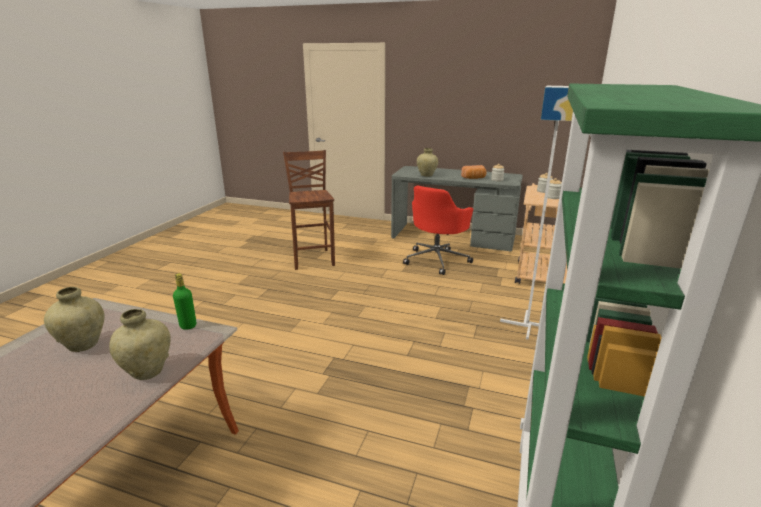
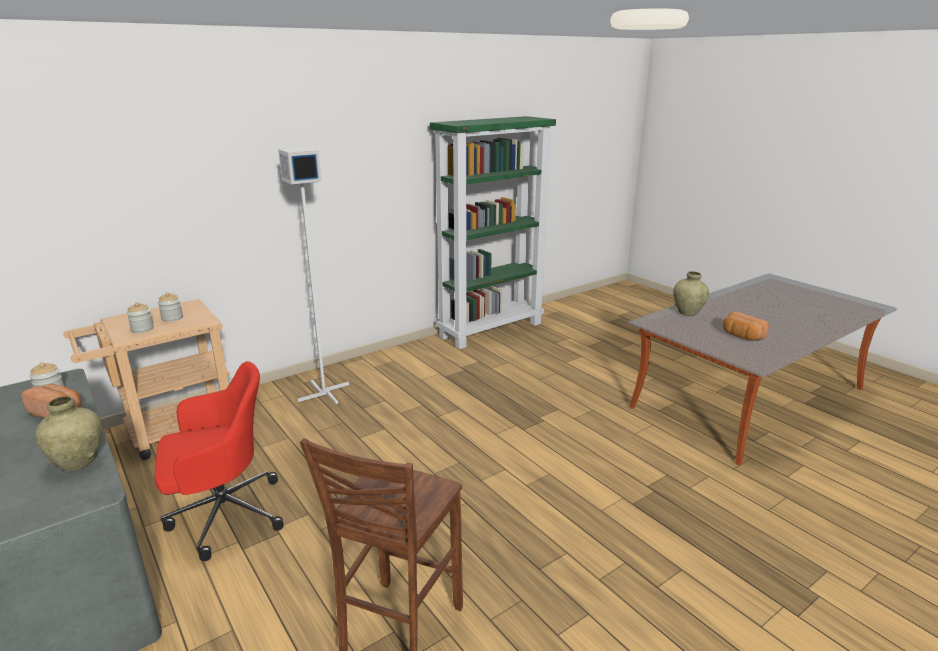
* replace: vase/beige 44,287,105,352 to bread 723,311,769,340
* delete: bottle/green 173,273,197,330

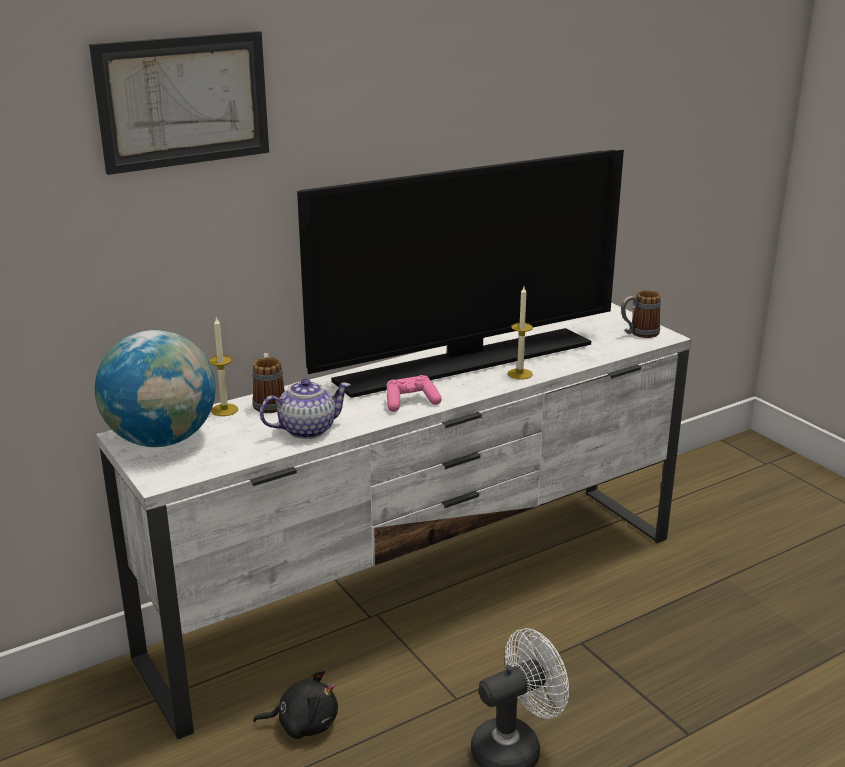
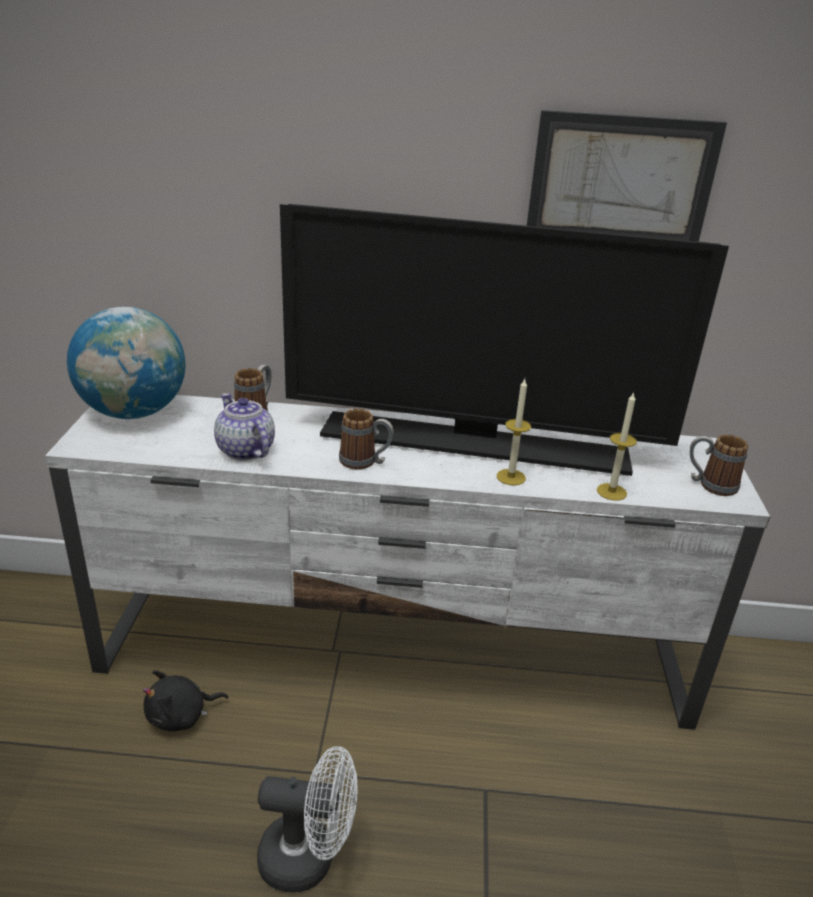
* move: picture 89,31,269,175 to 527,110,727,242
* move: candle 209,316,238,416 to 597,392,637,500
* rotate: plush toy/black 253,670,338,739 = 143,670,228,731 120 degrees clockwise
* rotate: teapot 260,379,351,439 = 214,393,275,460 135 degrees counterclockwise
* replace: game controller/pink 387,375,442,412 to mug 339,408,394,470

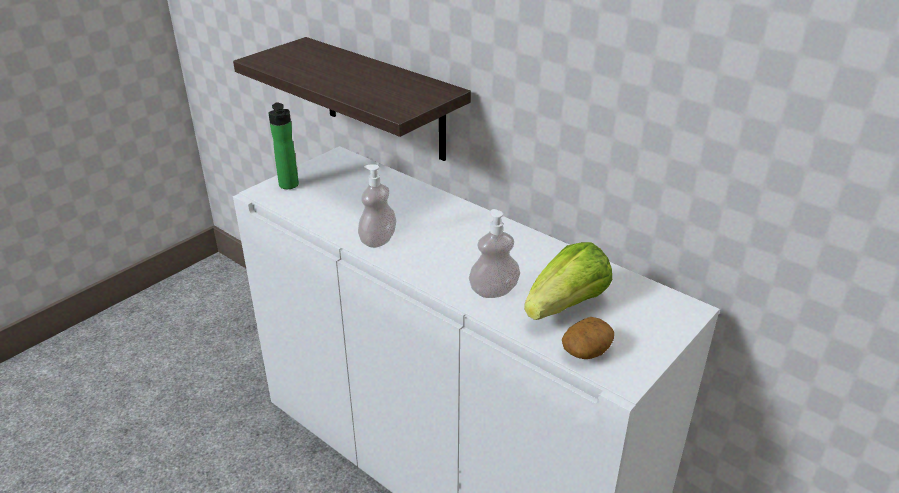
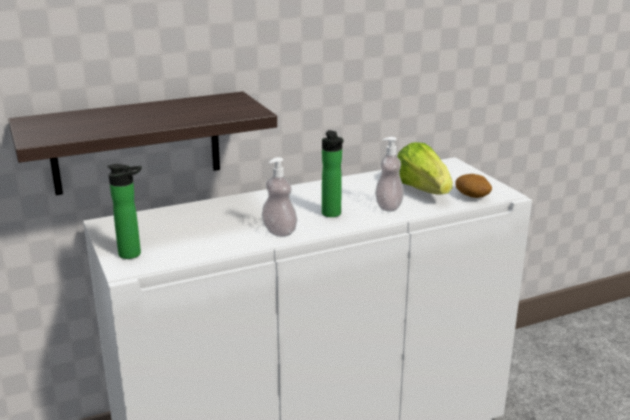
* insert: bottle 322,130,344,217

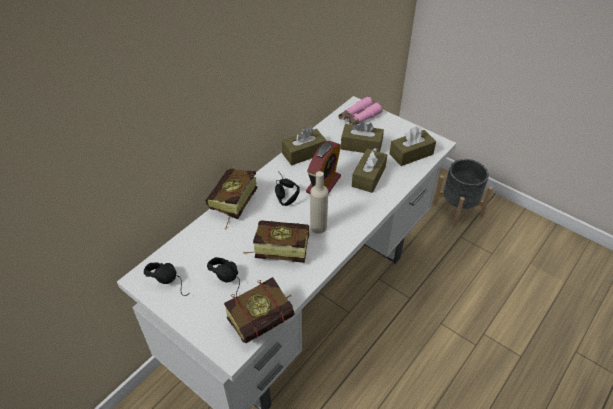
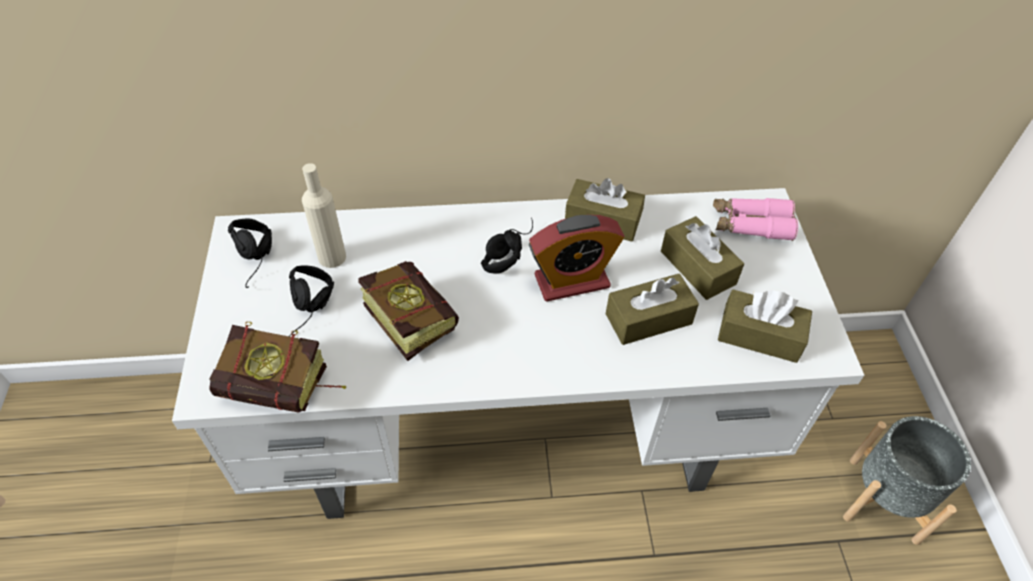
* delete: book 206,169,257,229
* move: bottle/beige 310,171,328,234 to 302,163,346,268

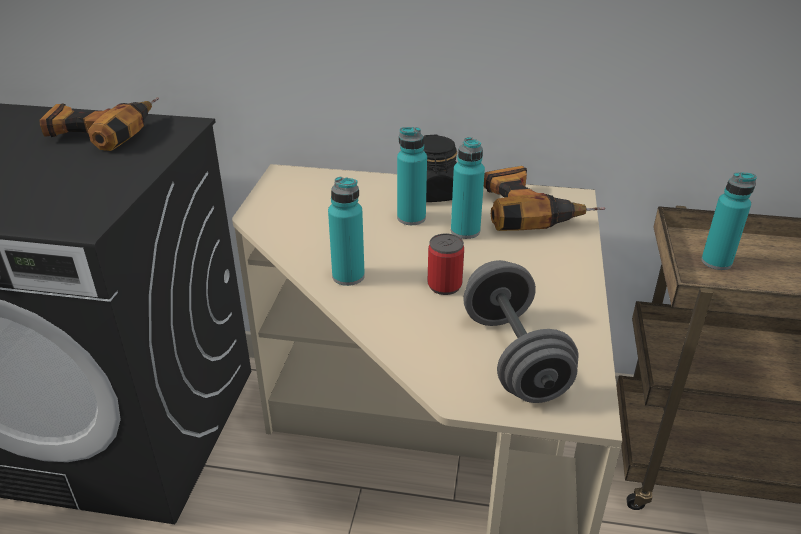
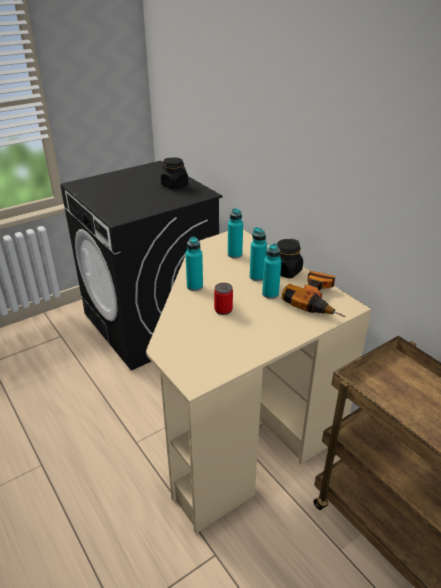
* replace: power drill 39,97,159,151 to jar/black 161,158,188,189
* delete: dumbbell/grey 463,260,579,403
* move: bottle/turquoise 701,172,757,270 to 228,208,243,258

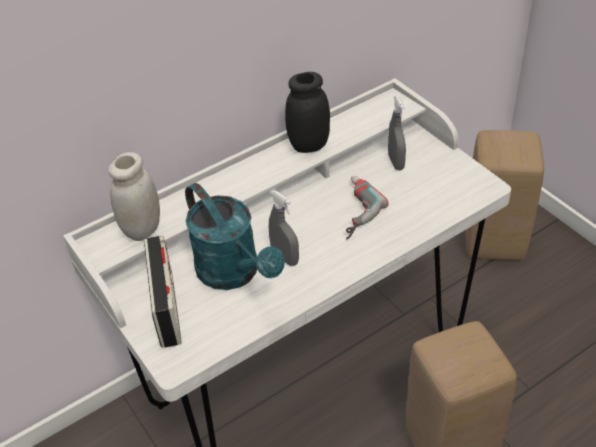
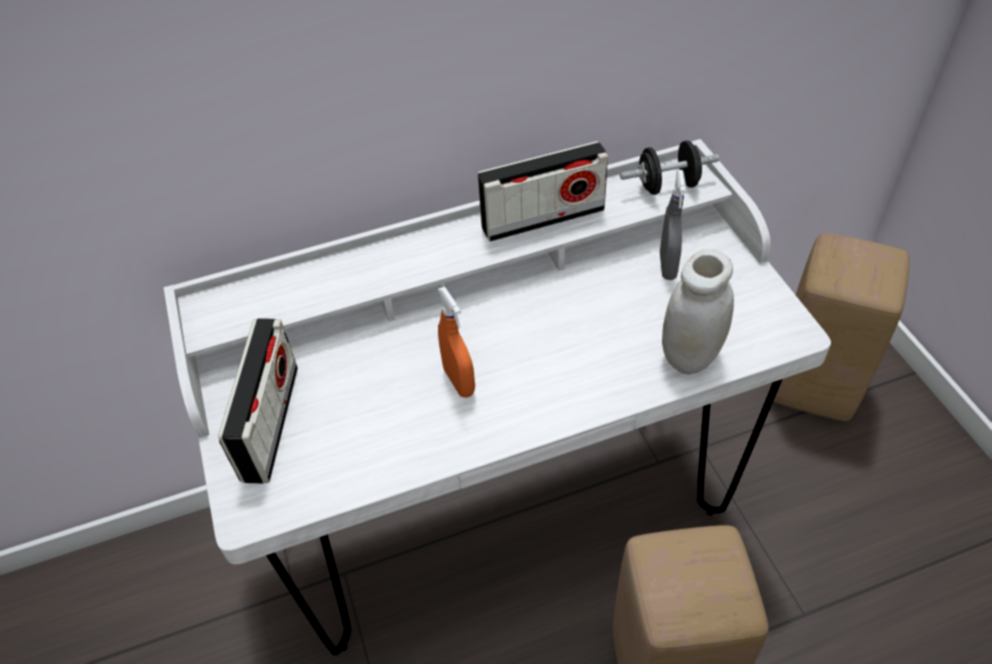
* move: jar/white 108,152,160,241 to 662,249,734,375
* delete: watering can/turquoise 185,183,285,290
* recolor: spray bottle/grey 269,190,299,266 to spray bottle/orange 438,287,475,398
* replace: jar/black 285,72,330,153 to radio 478,141,608,242
* delete: power drill 346,176,388,240
* insert: dumbbell/black 620,140,719,195

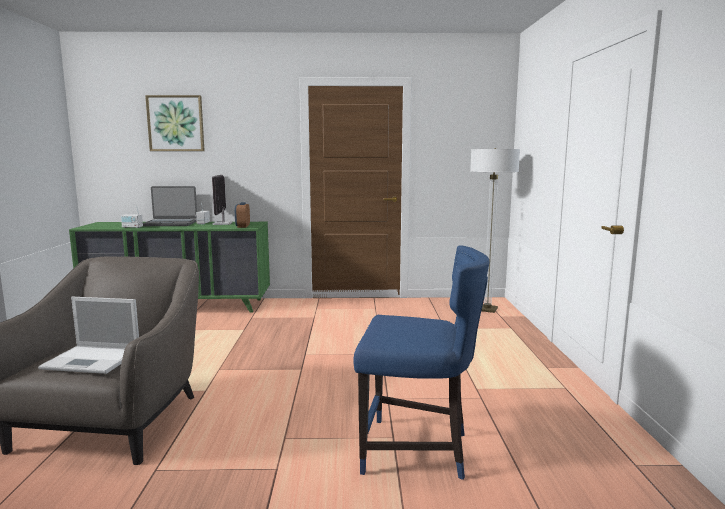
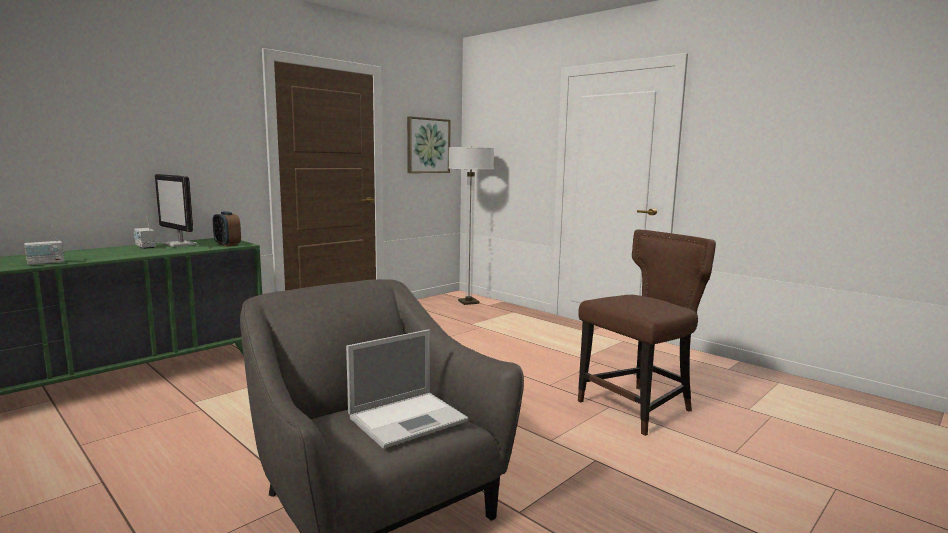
* delete: laptop 143,186,197,226
* move: picture 145,95,205,151 to 407,116,451,173
* recolor: chair/blue 353,245,489,480 to chair/brown 578,230,716,436

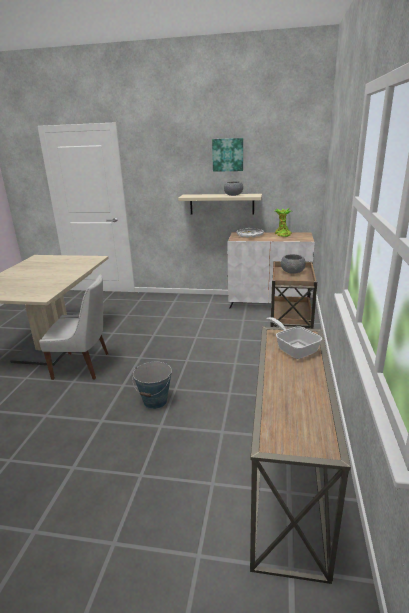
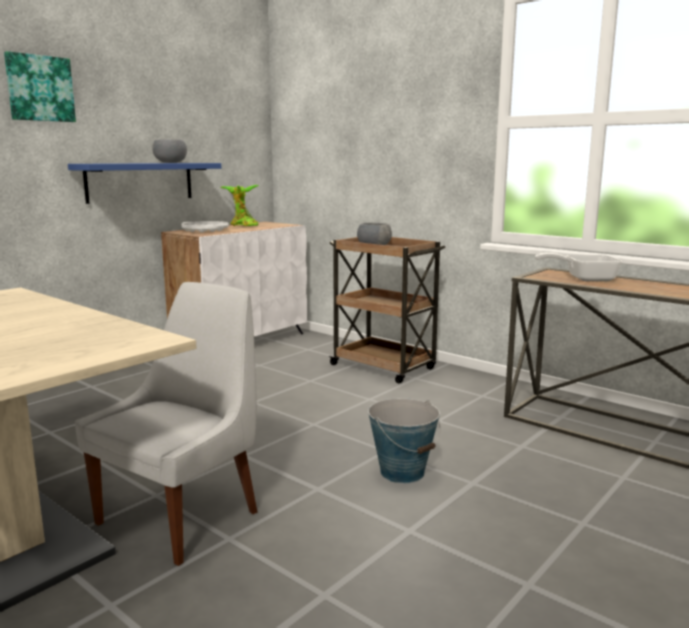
* recolor: shelf/beige 178,194,262,215 to shelf/blue 68,163,221,204
* move: picture 212,138,243,172 to 4,51,76,122

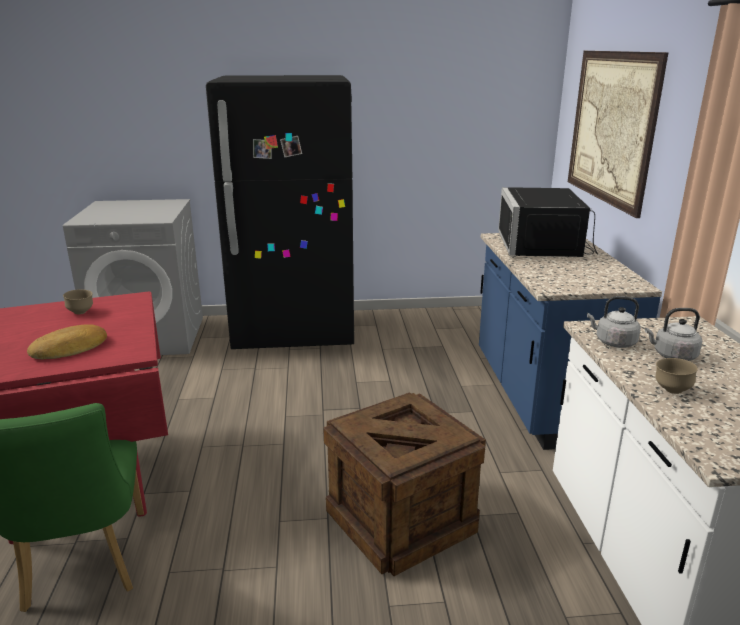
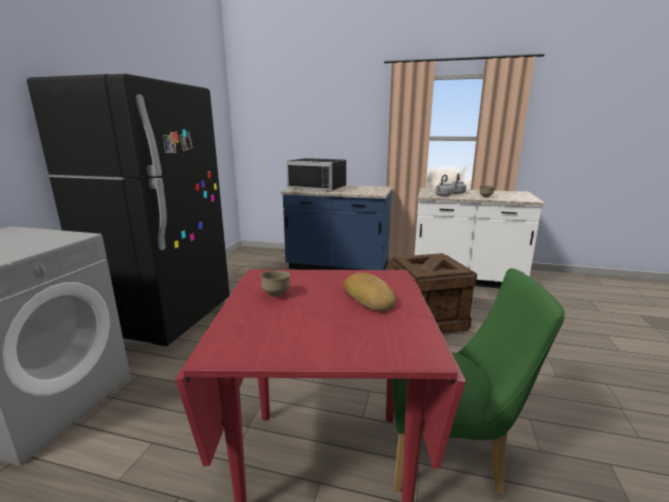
* delete: picture 568,51,669,218

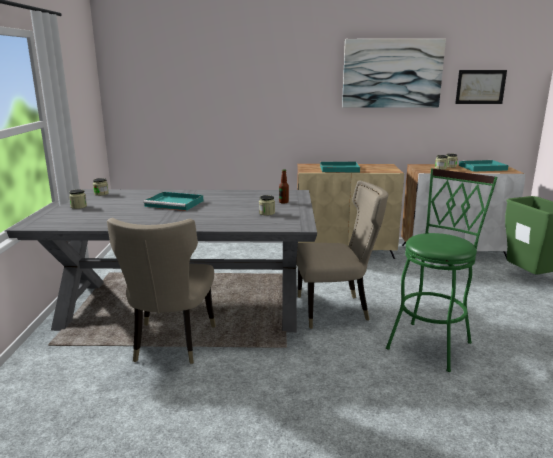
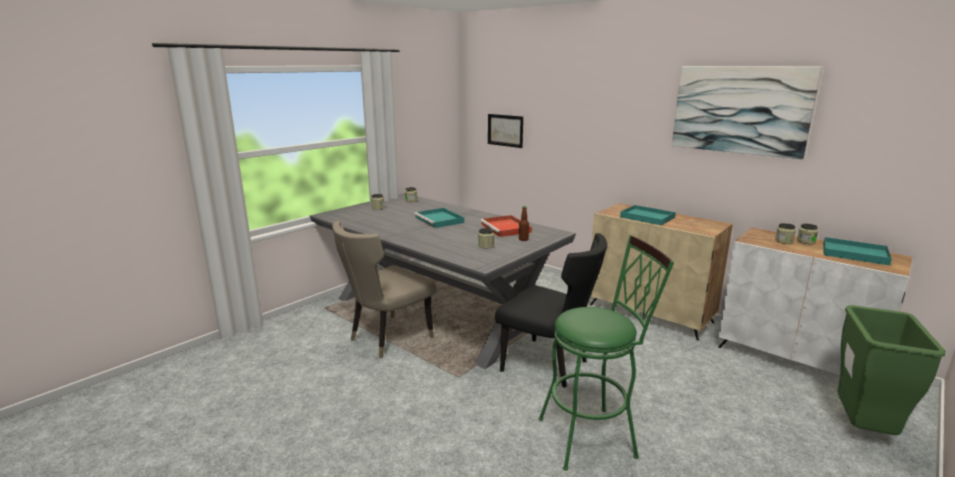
* recolor: chair/beige 297,181,388,329 to chair/black 495,233,607,388
* move: picture 455,70,507,104 to 488,114,523,148
* insert: tray/red 480,215,532,237

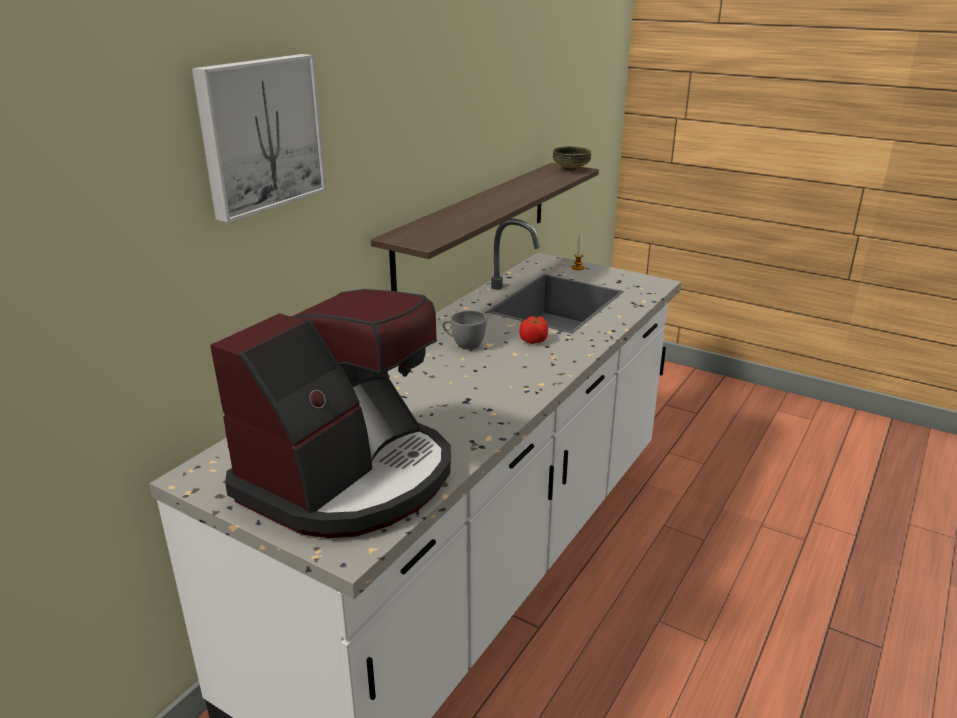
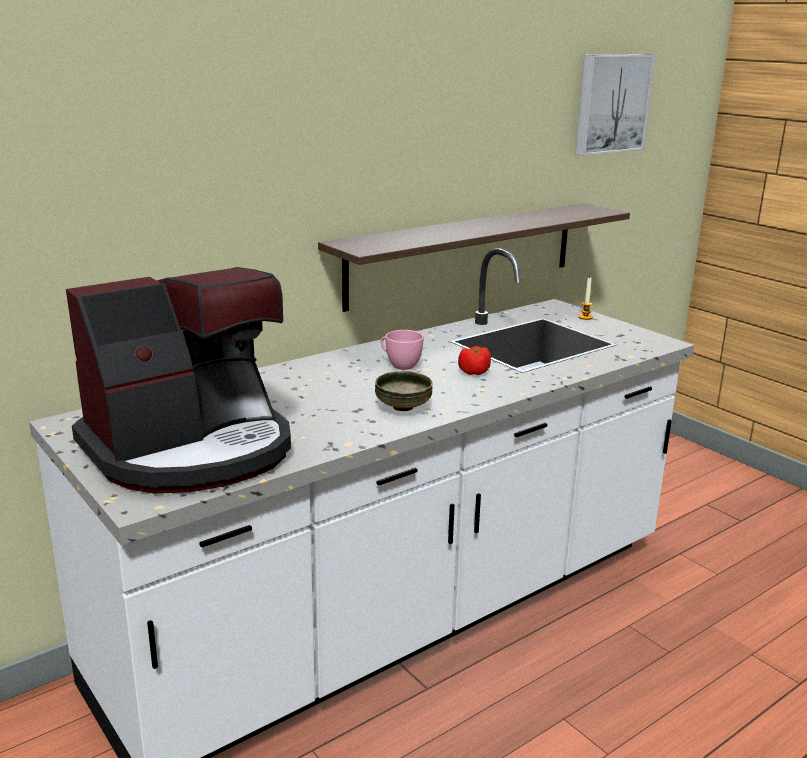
* move: picture 192,54,326,223 to 575,55,655,156
* recolor: cup/grey 442,311,487,350 to cup/pink 380,330,424,370
* move: bowl 553,146,591,171 to 375,371,433,411

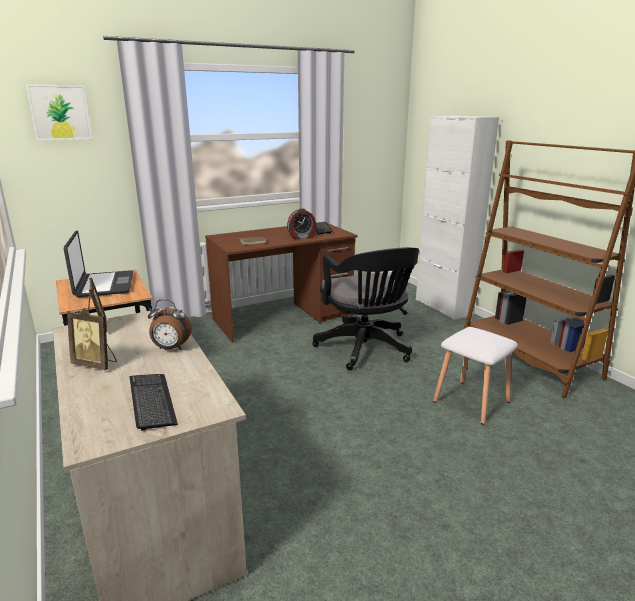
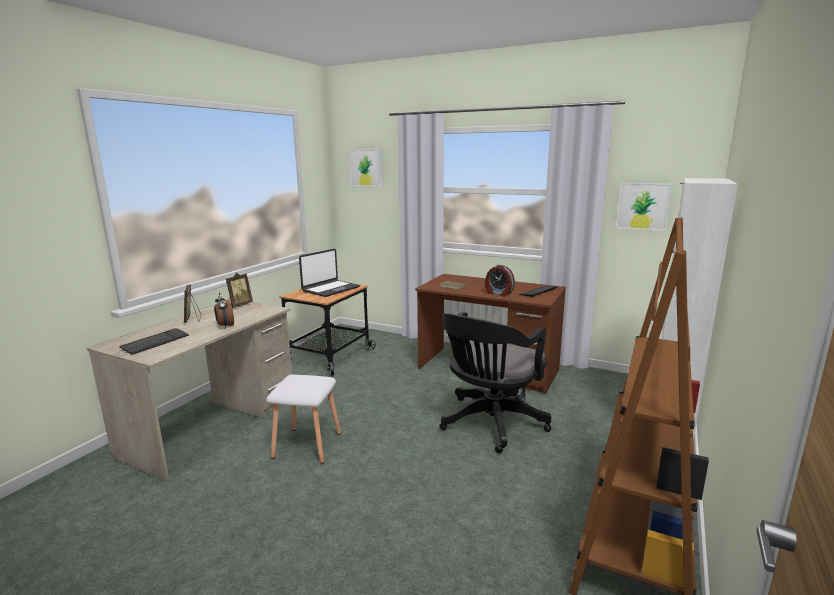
* move: stool/white 433,327,518,425 to 266,374,341,464
* insert: picture 616,183,672,231

